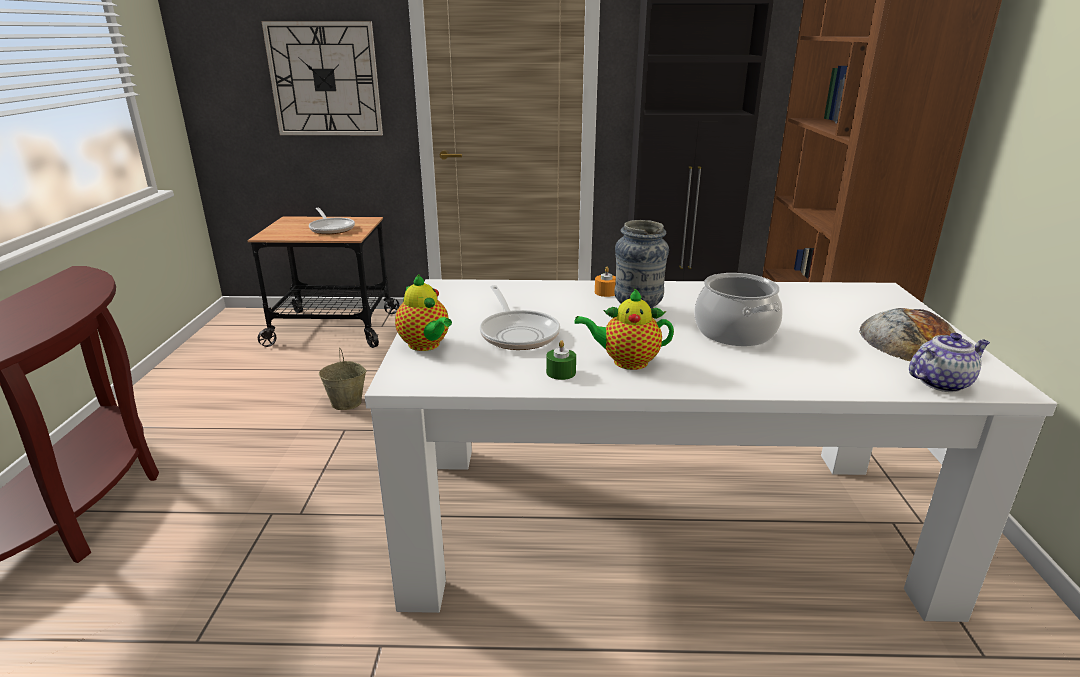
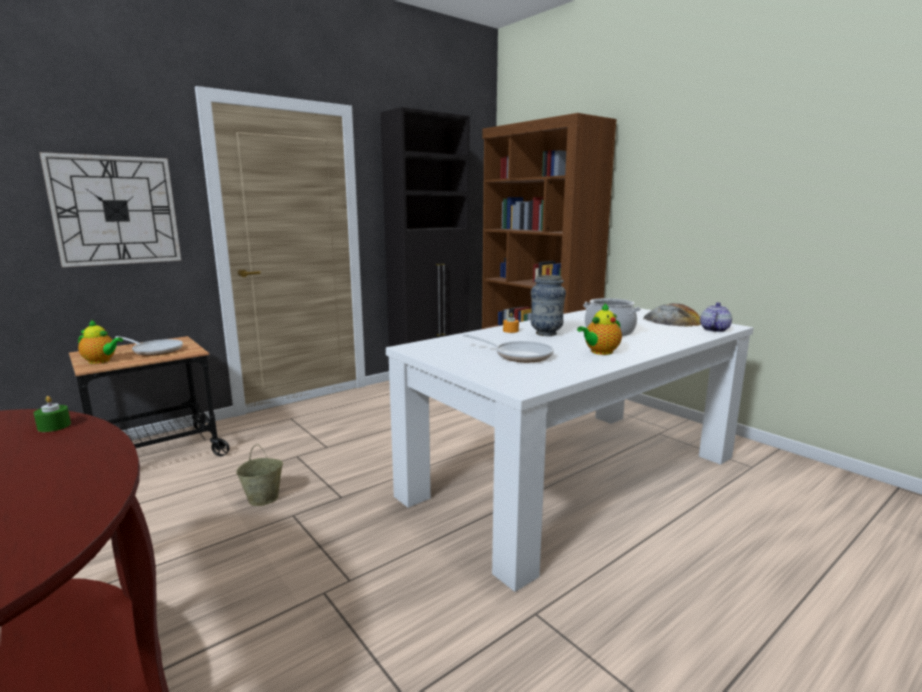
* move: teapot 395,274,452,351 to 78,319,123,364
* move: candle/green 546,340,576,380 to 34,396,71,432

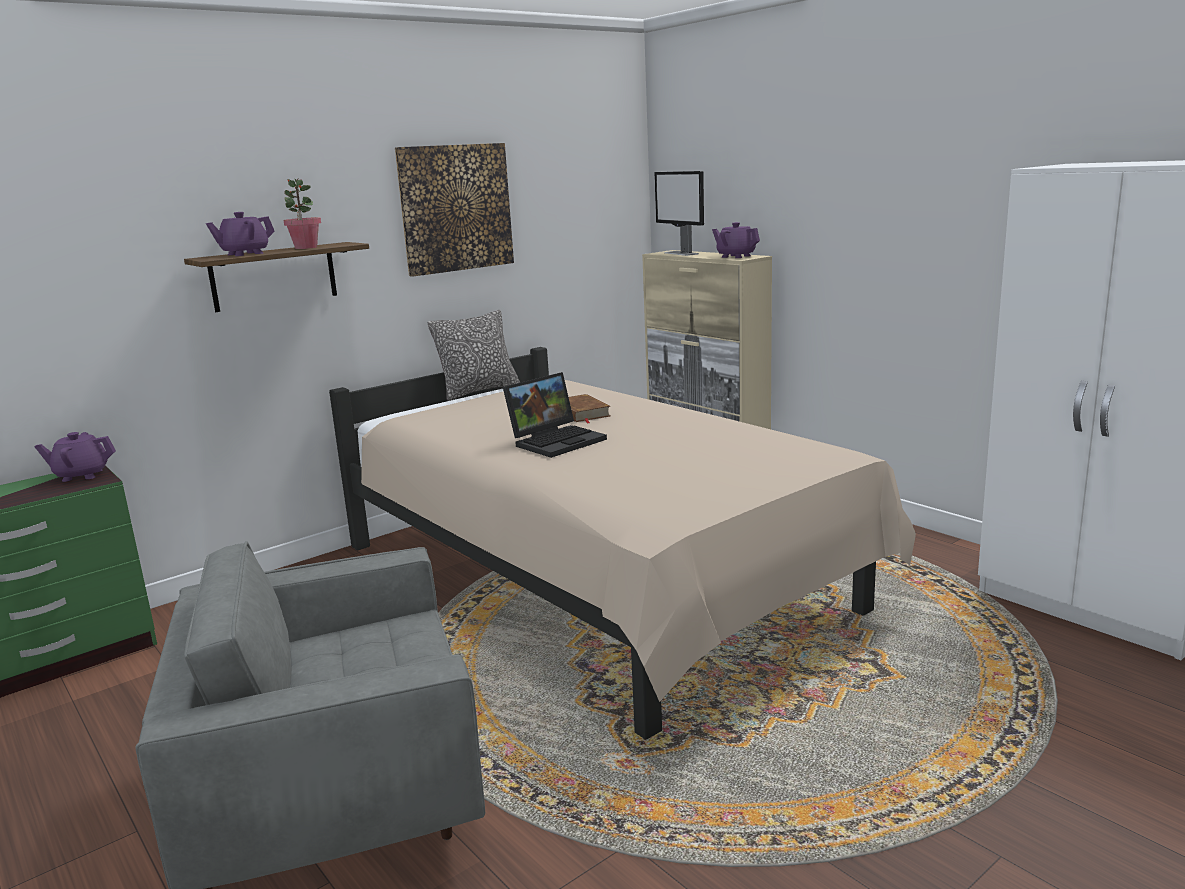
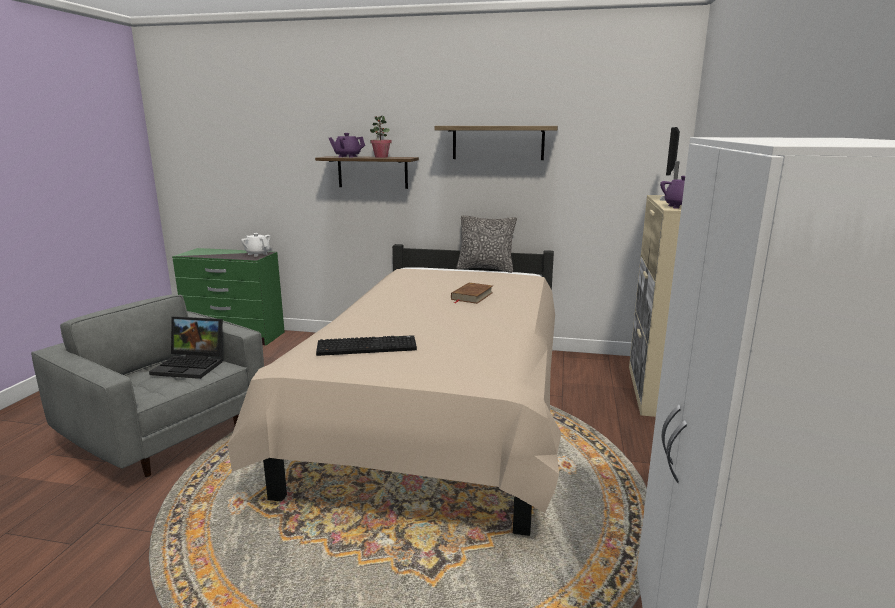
* recolor: teapot/purple 34,432,116,482 to teapot/white 241,233,271,257
* replace: picture 395,143,514,277 to shelf 434,126,558,160
* move: laptop 503,372,607,458 to 149,316,223,379
* insert: keyboard 316,335,417,356

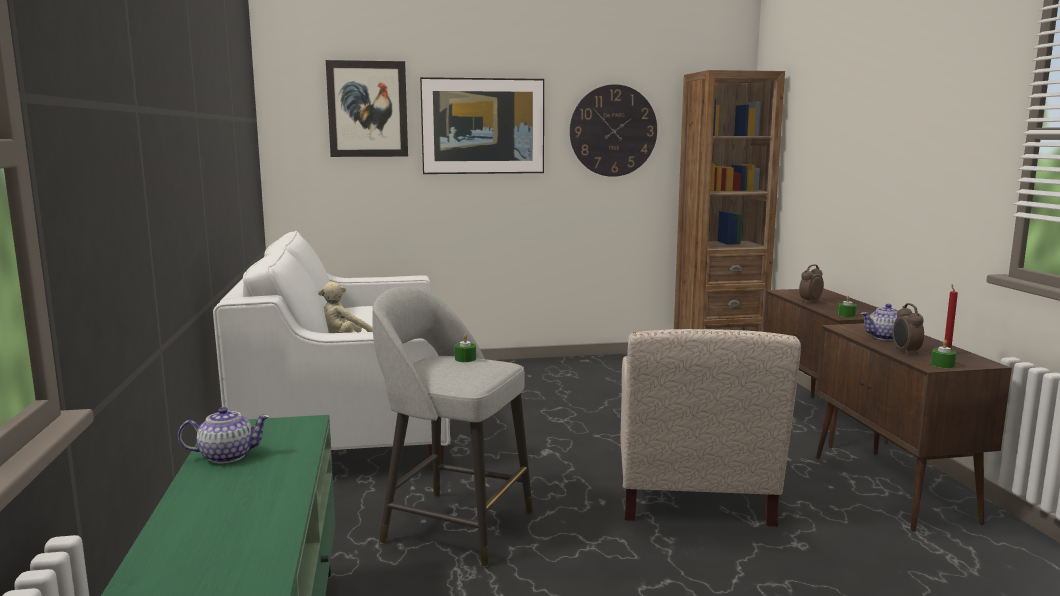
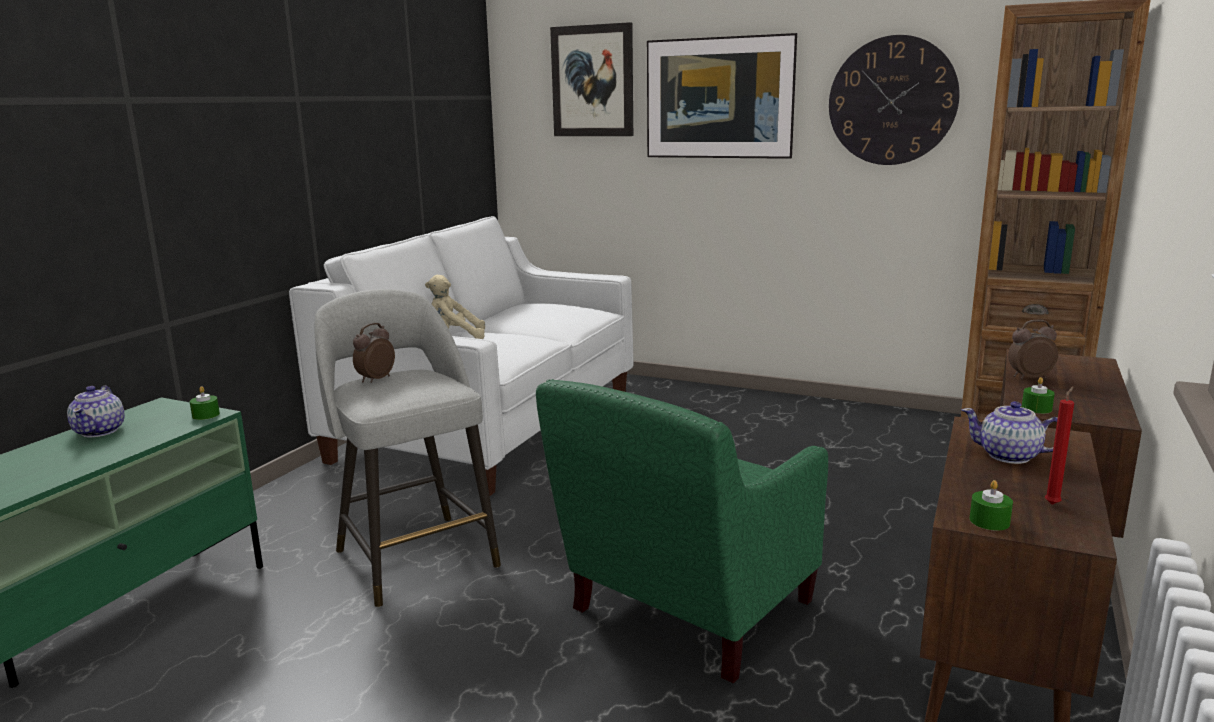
* rotate: teapot 178,407,270,463 = 67,386,125,437 60 degrees clockwise
* move: candle/green 455,334,476,362 to 190,386,220,420
* recolor: armchair/beige 620,329,801,527 to armchair/green 536,379,828,683
* move: alarm clock 893,303,924,355 to 353,323,395,383

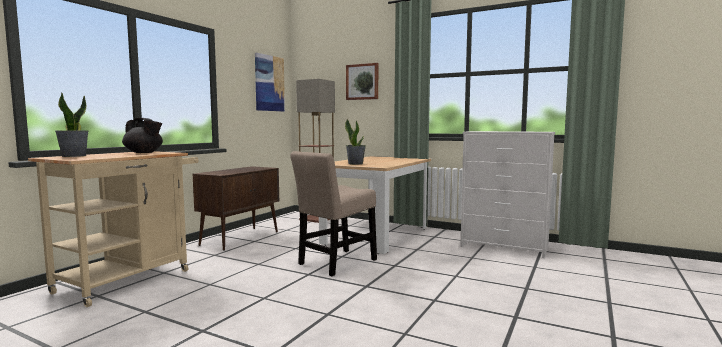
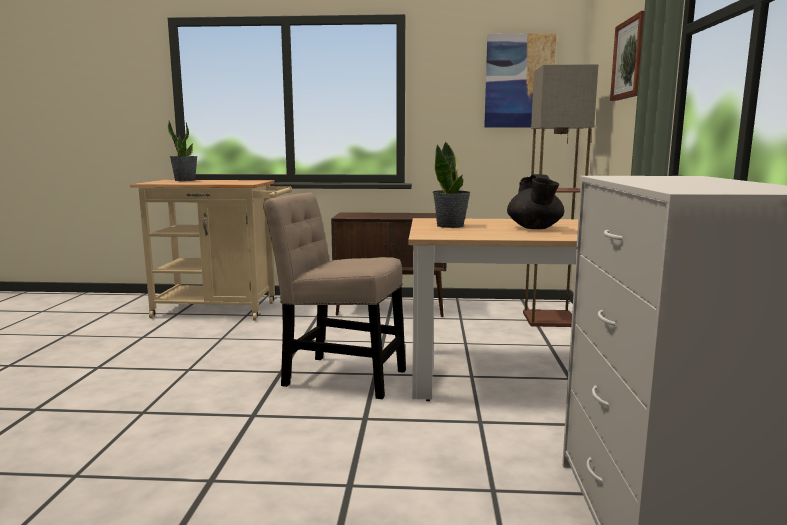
* move: teapot/black 122,118,163,153 to 507,174,564,229

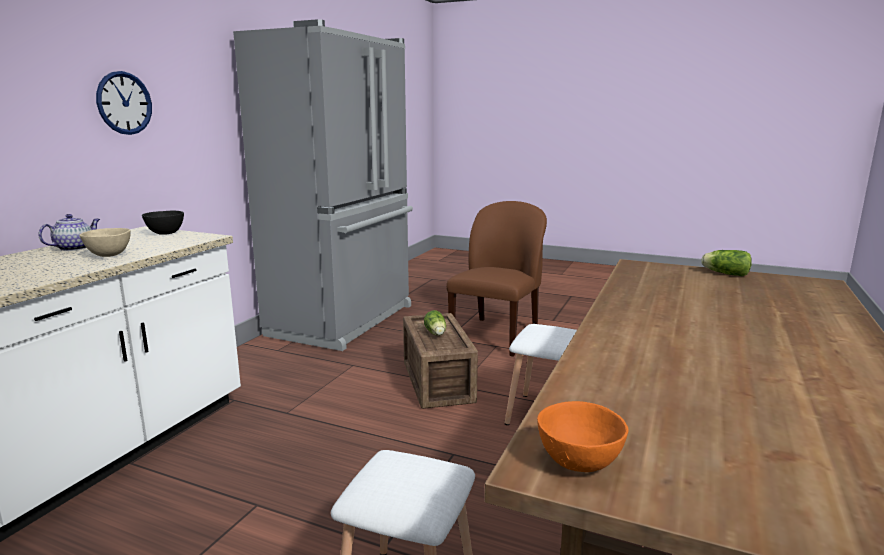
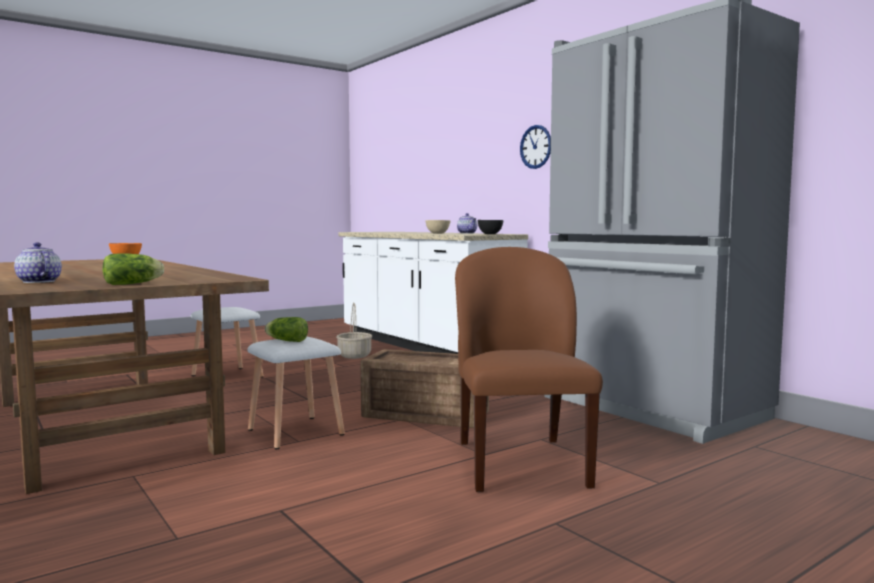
* move: lettuce 424,310,446,335 to 265,317,308,342
* rotate: chair/brown 446,201,547,357 = 455,247,603,492 150 degrees counterclockwise
* insert: teapot 14,242,62,283
* insert: basket 336,302,372,359

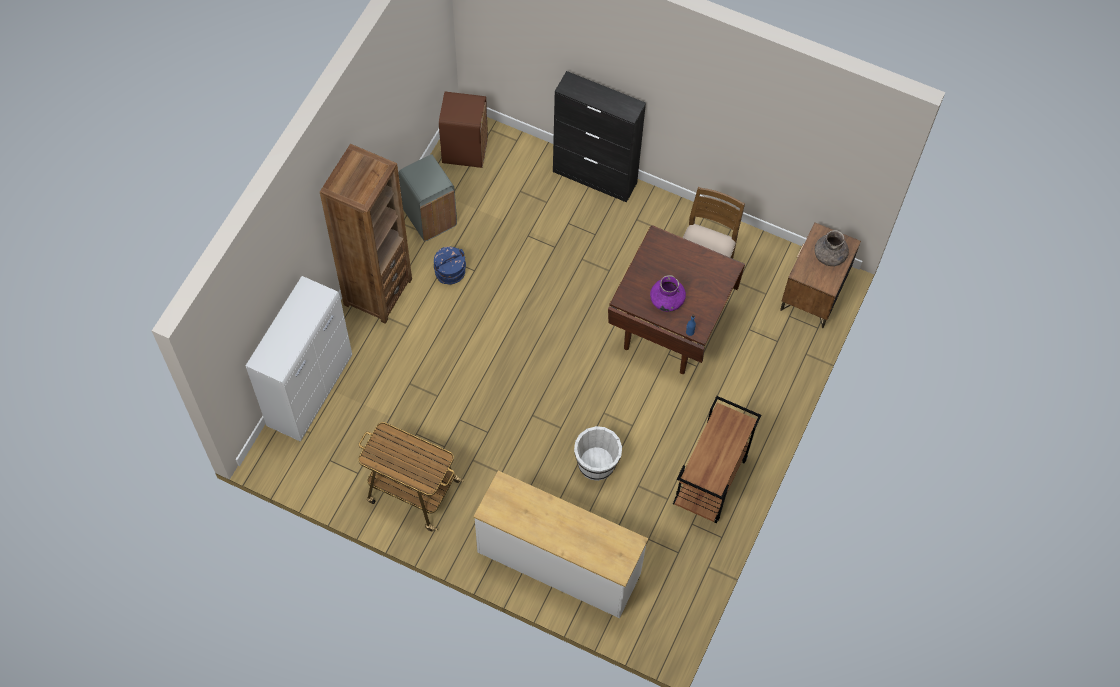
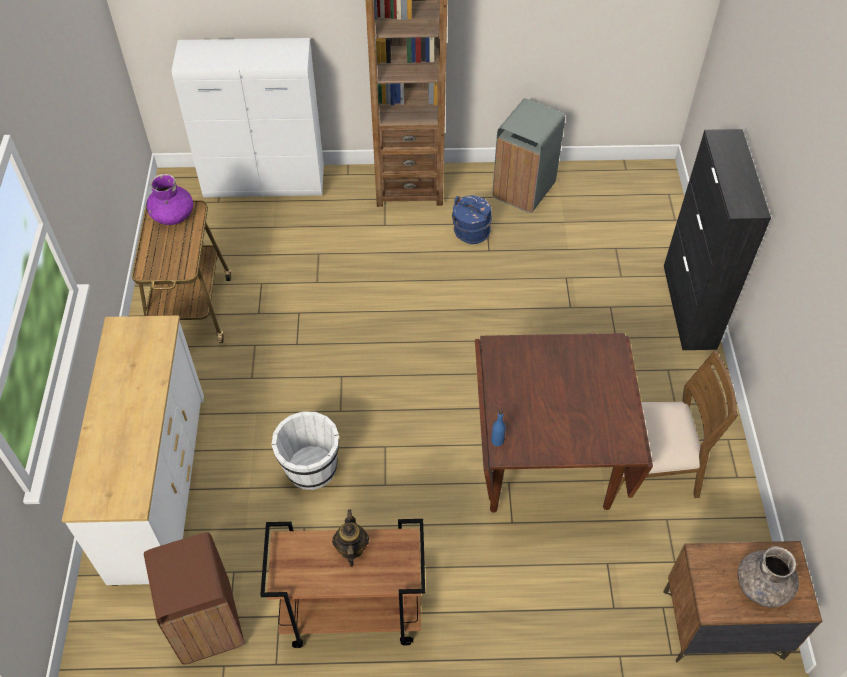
* move: trash can/brown 439,92,488,168 to 144,532,244,664
* move: vase/purple 650,275,686,312 to 146,174,193,225
* insert: teapot 332,509,369,567

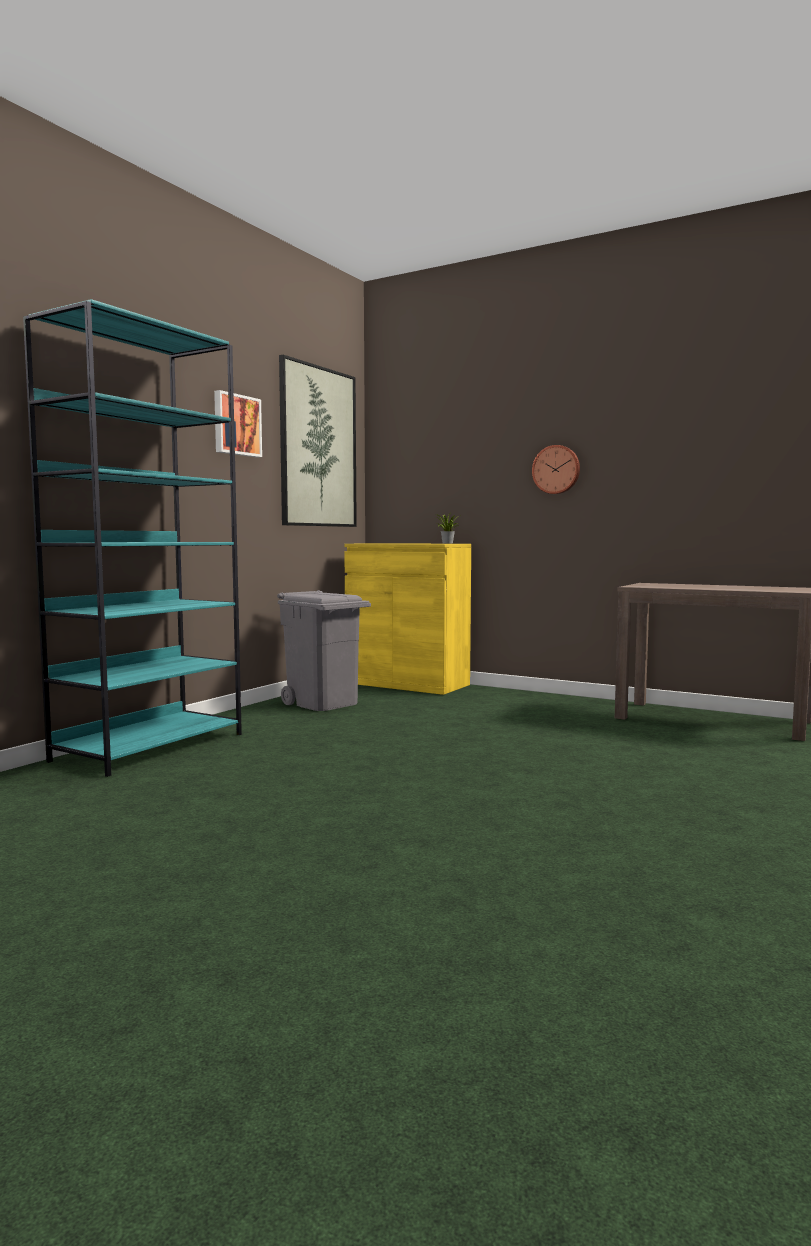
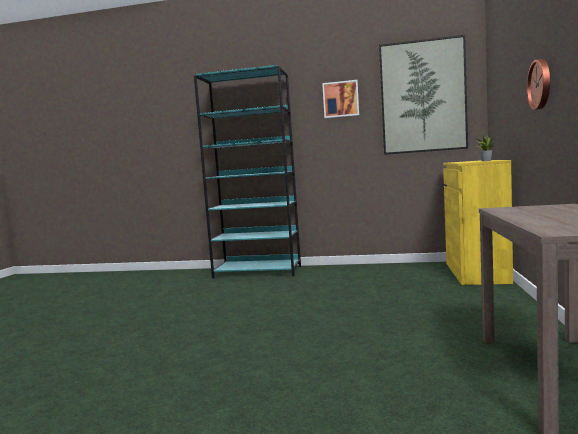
* delete: trash can/grey 277,590,371,711

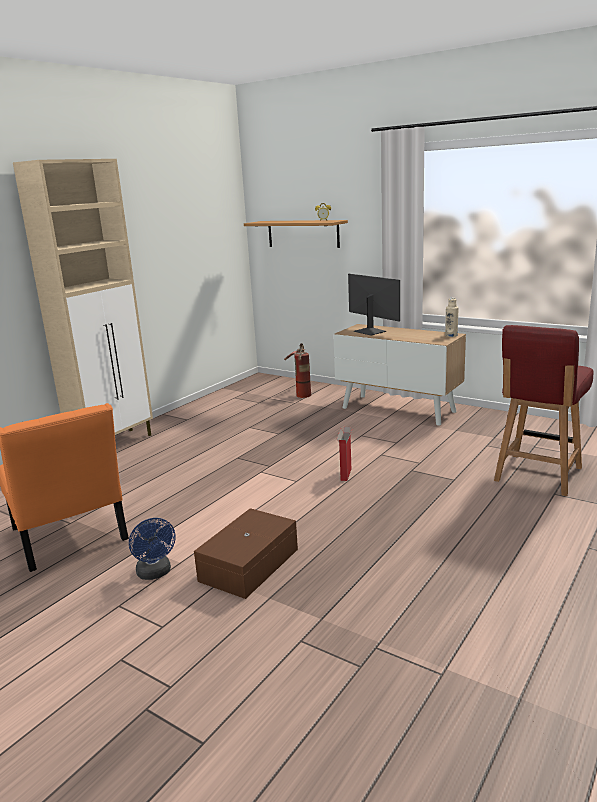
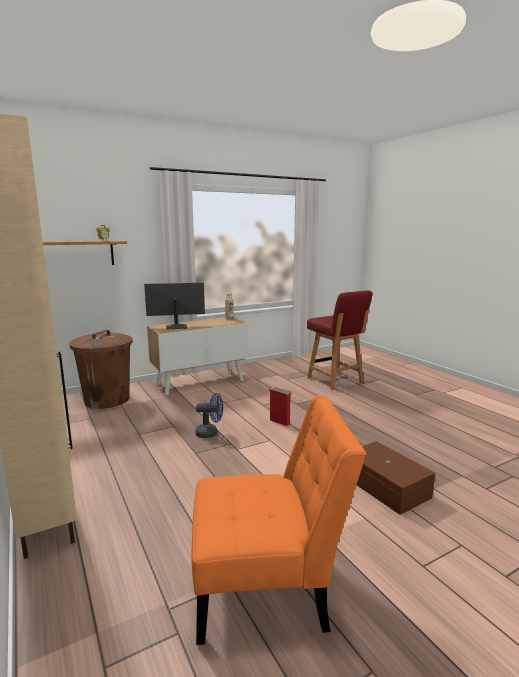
* move: fan/blue 129,518,176,580 to 196,393,223,438
* replace: fire extinguisher 284,343,311,398 to trash can/brown 69,330,133,409

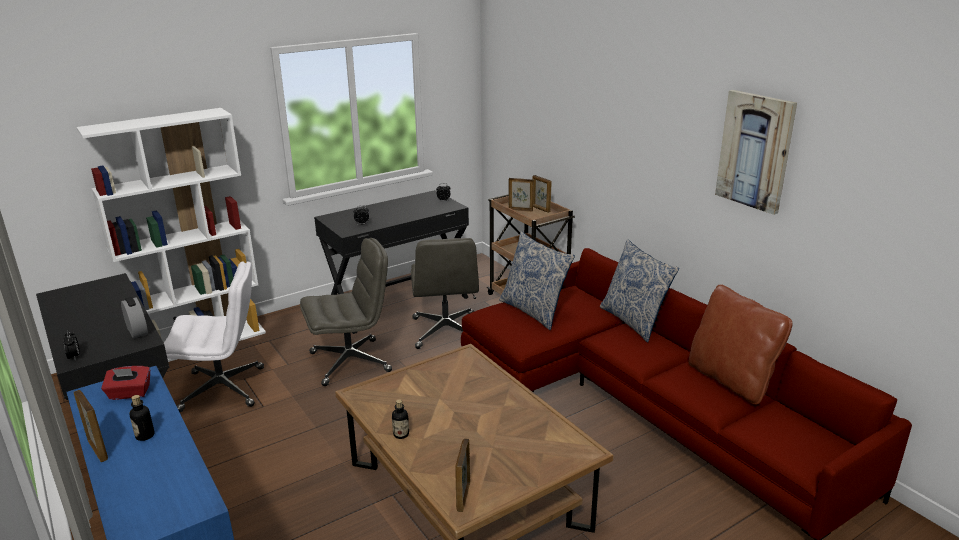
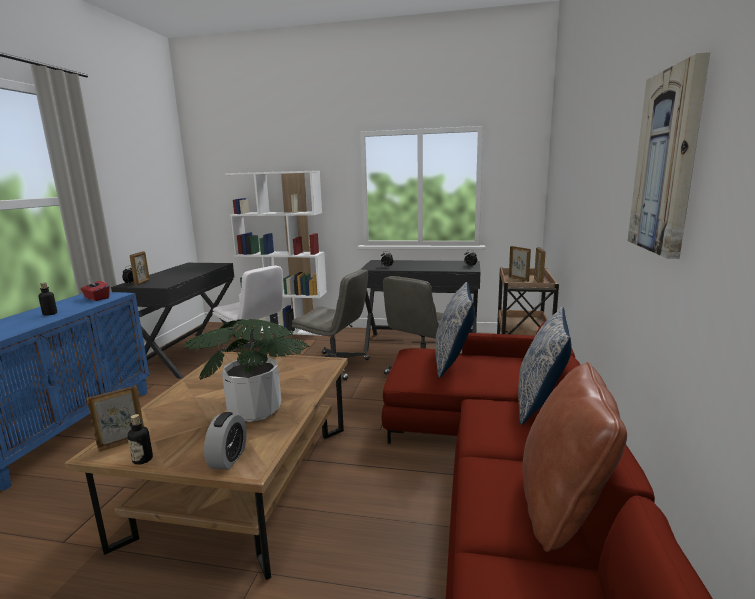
* move: picture frame 73,390,108,462 to 130,251,150,285
* move: alarm clock 121,297,148,338 to 204,412,247,470
* move: bottle 392,399,409,439 to 127,414,153,465
* insert: potted plant 184,319,310,422

